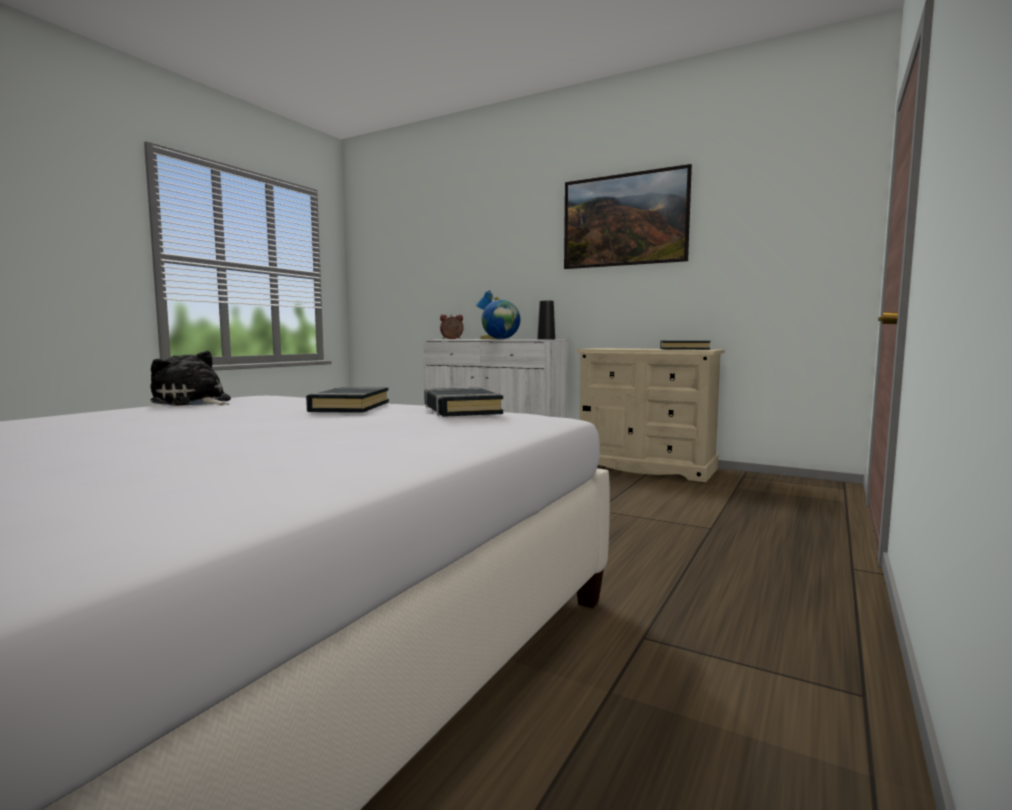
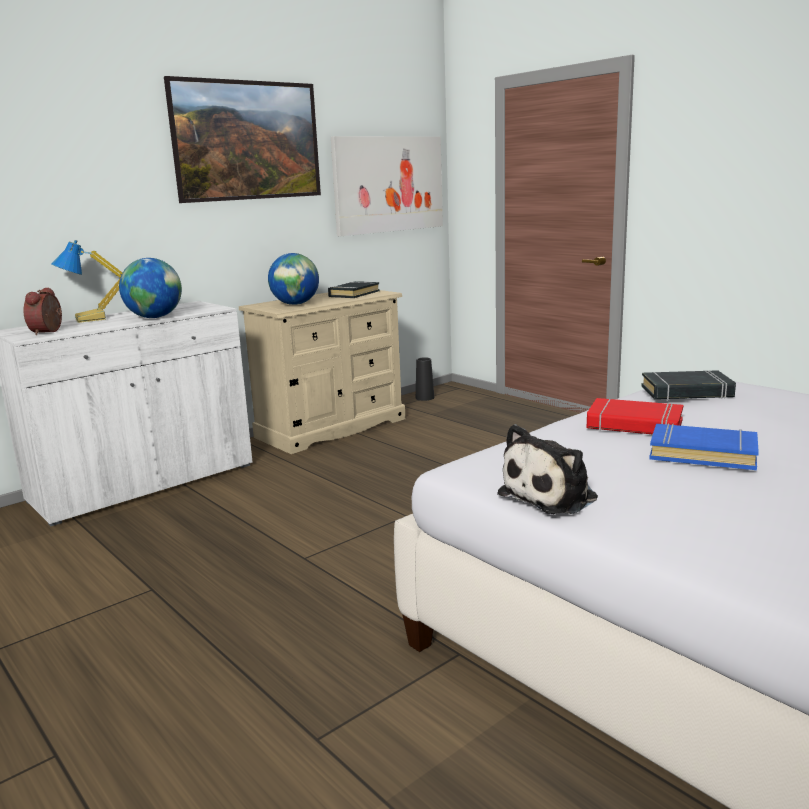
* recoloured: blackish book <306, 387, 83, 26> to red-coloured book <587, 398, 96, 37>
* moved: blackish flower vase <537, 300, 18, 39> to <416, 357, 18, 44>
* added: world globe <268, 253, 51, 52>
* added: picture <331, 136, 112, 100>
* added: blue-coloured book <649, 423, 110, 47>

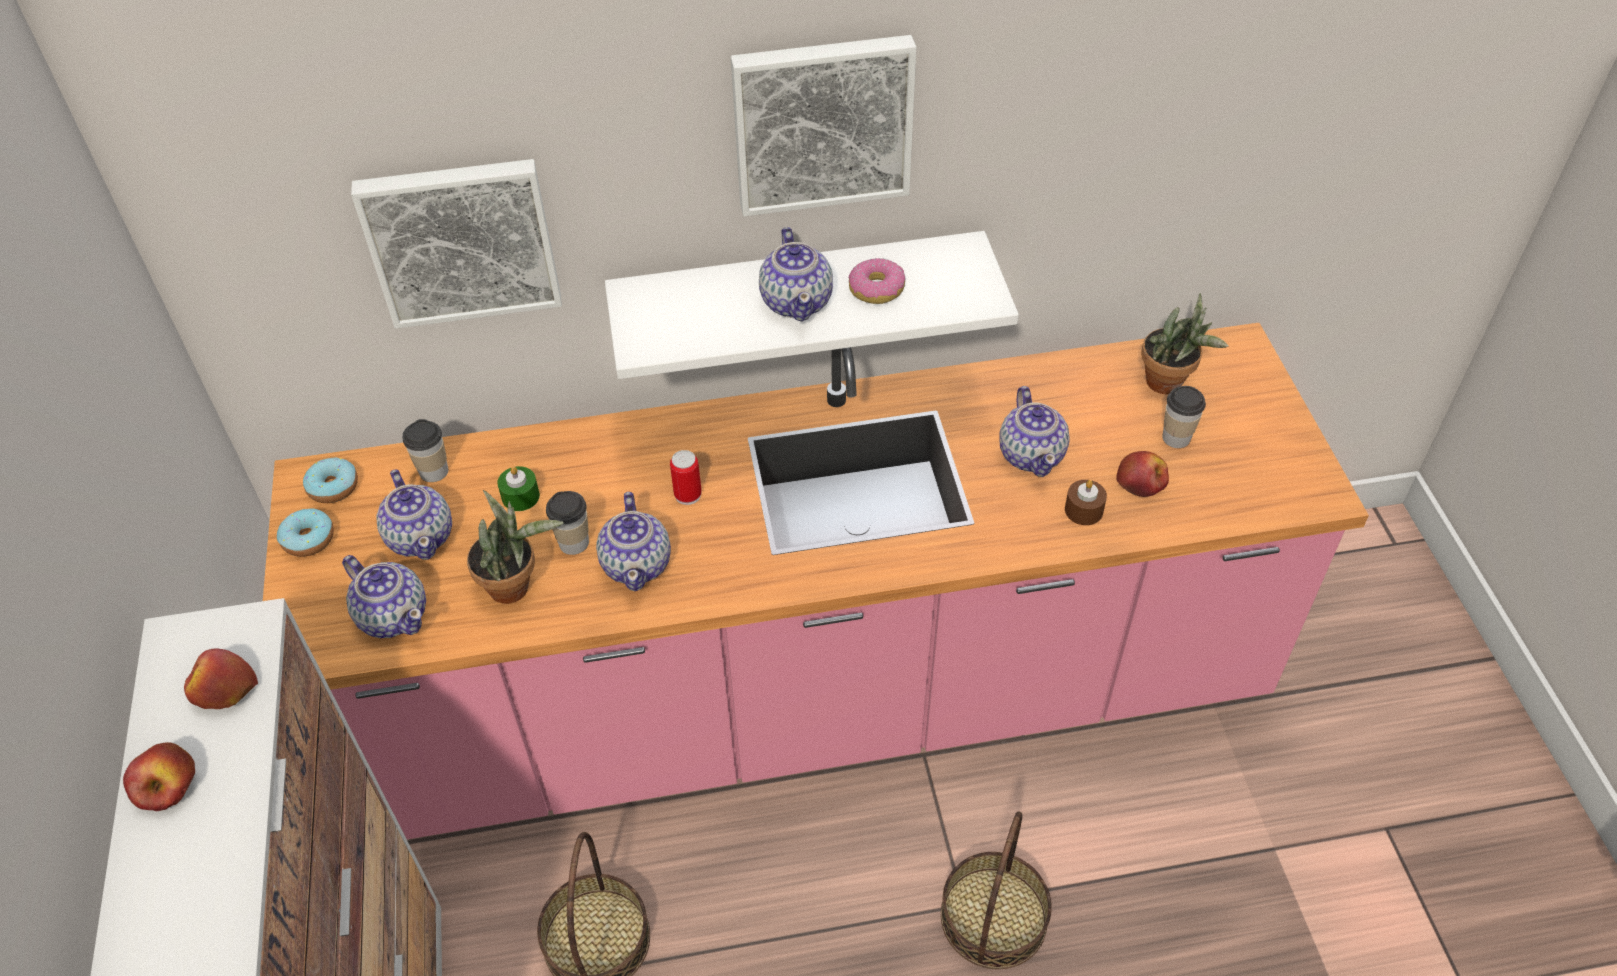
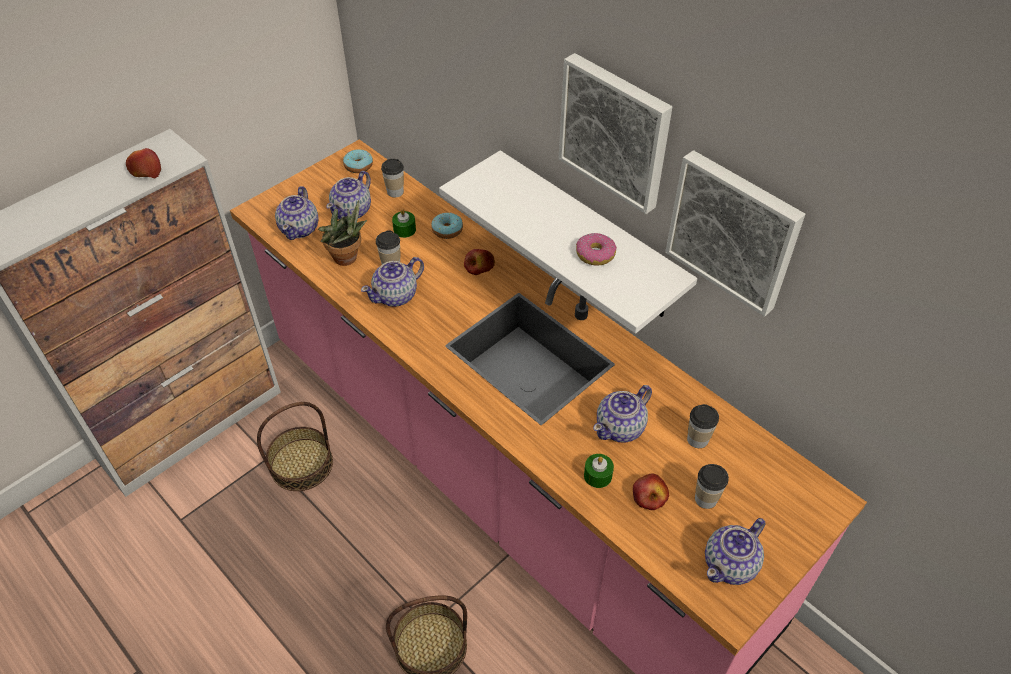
* moved: whole apple <123, 742, 72, 69> to <464, 249, 31, 26>
* moved: ring doughnut <277, 508, 57, 49> to <431, 212, 32, 27>
* moved: picture <351, 159, 211, 170> to <665, 150, 140, 167>
* removed: metal can <670, 450, 32, 55>
* moved: tea pot <759, 227, 74, 94> to <705, 518, 61, 67>
* recoloured: brownish wax candle <1065, 480, 42, 45> to greenish wax candle <584, 454, 30, 34>
* removed: plant in a pot <1141, 293, 88, 101>
* added: drinking cup <687, 404, 32, 44>

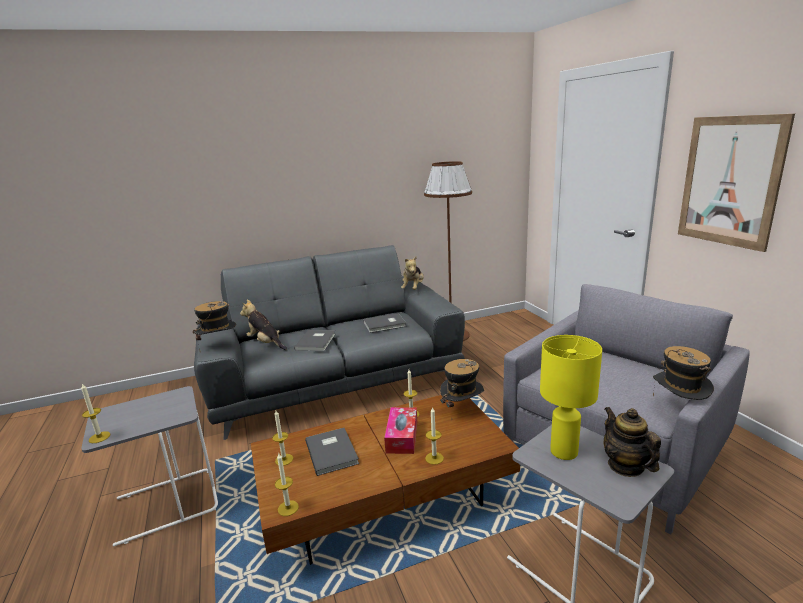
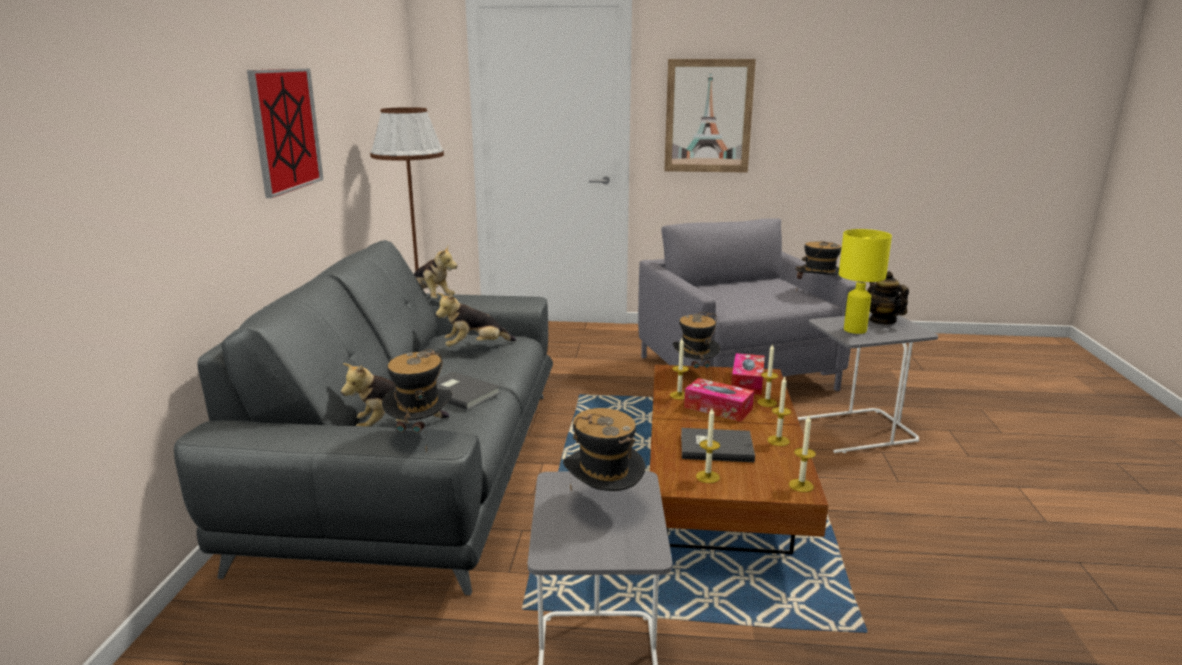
* moved: wax candle <81, 384, 29, 59> to <767, 376, 24, 70>
* replaced: grey book <363, 313, 43, 20> to plush toy <436, 293, 80, 54>
* turned: tea pot <604, 407, 57, 70> = <867, 271, 42, 54> 60 degrees clockwise
* added: picture <247, 68, 77, 130>
* added: clothing hat <563, 408, 82, 83>
* added: box of tissues <731, 353, 34, 42>

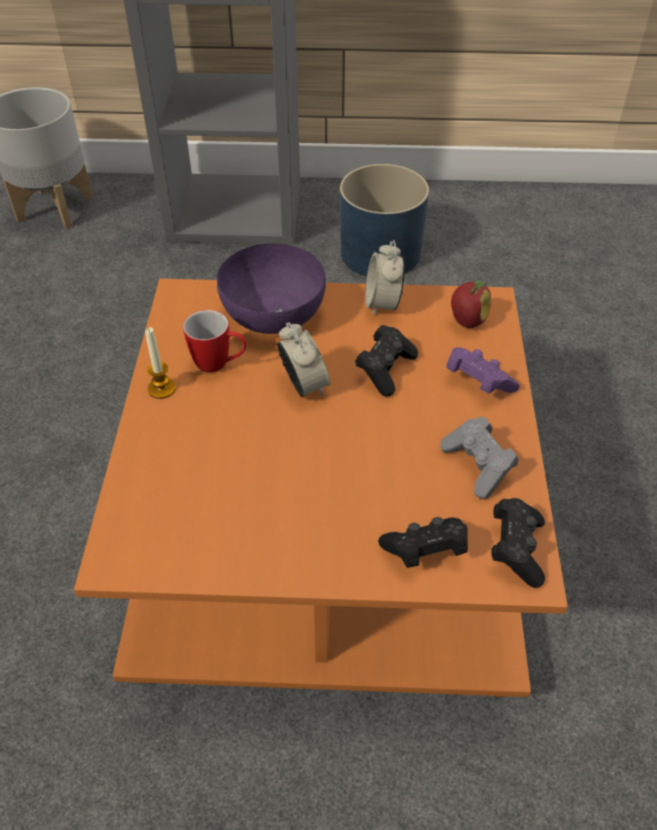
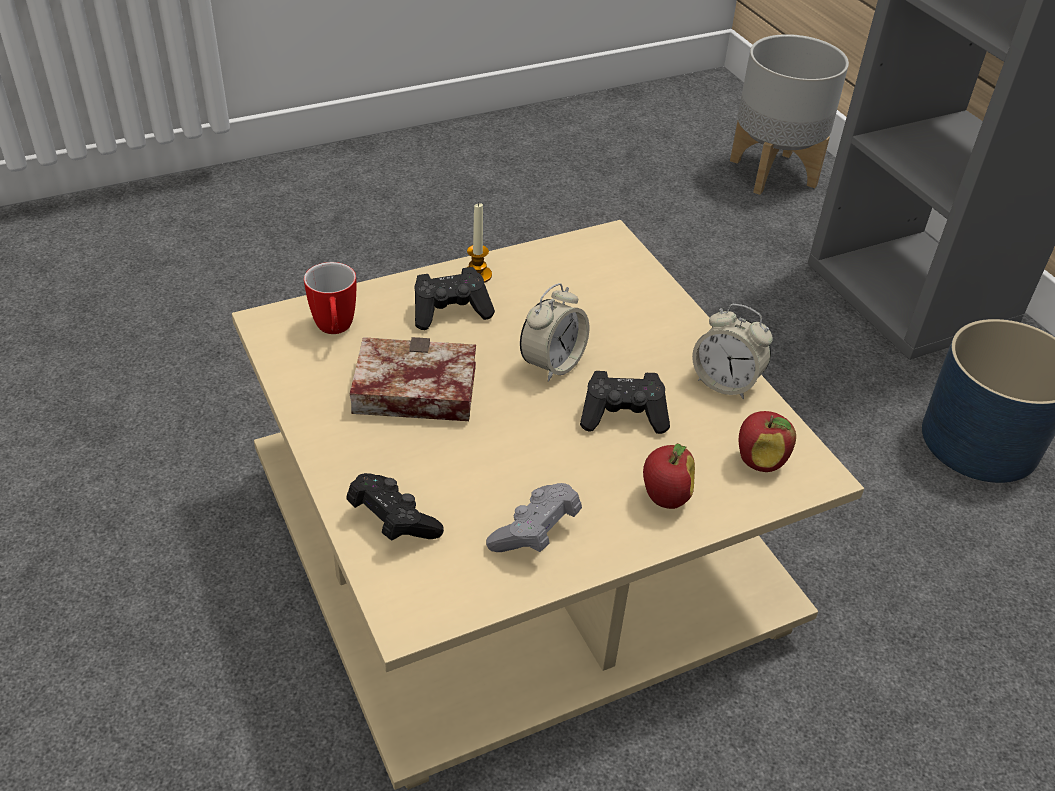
* recoloured: orangey coffee table <74, 279, 494, 418> to beige-coloured coffee table <232, 220, 632, 570>
* moved: tea mug <183, 310, 64, 63> to <304, 262, 52, 72>
* removed: purple-coloured deep dish <217, 244, 109, 90>
* turned: alarm clock <365, 240, 40, 76> = <692, 304, 81, 95> 120 degrees counterclockwise
* replaced: purple-coloured game controller <446, 347, 74, 47> to whole apple <643, 443, 52, 66>
* moved: blackish game controller <492, 498, 53, 90> to <414, 267, 81, 63>
* added: book <350, 337, 126, 84>

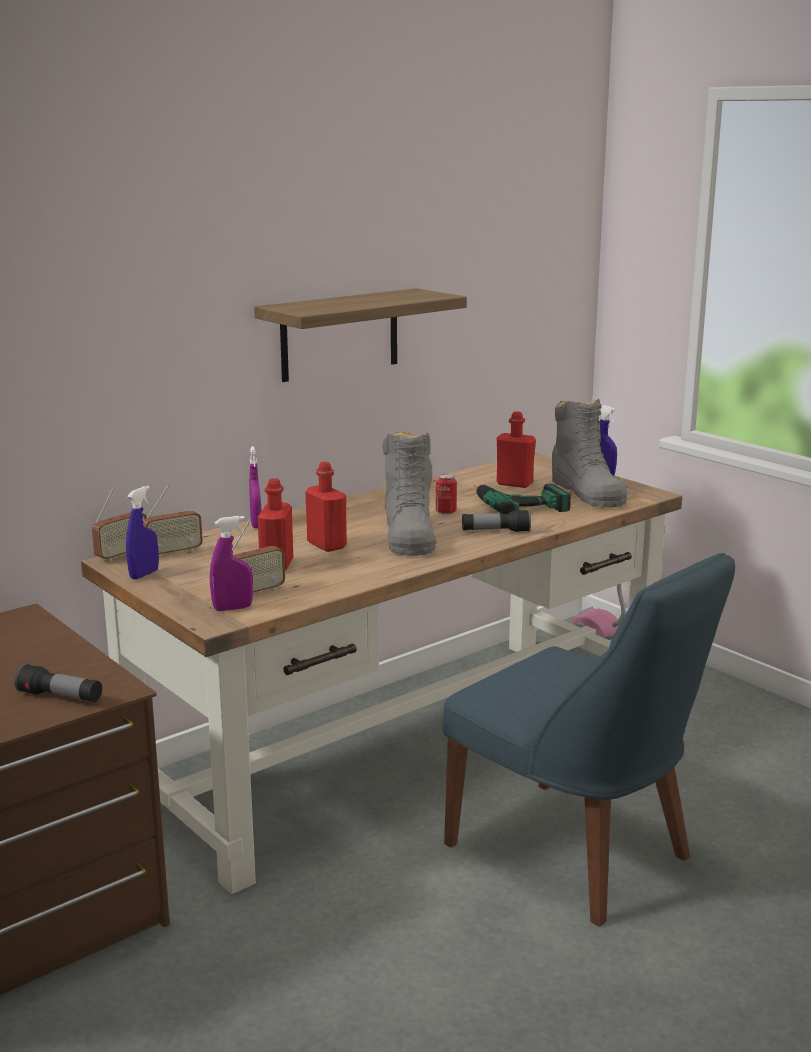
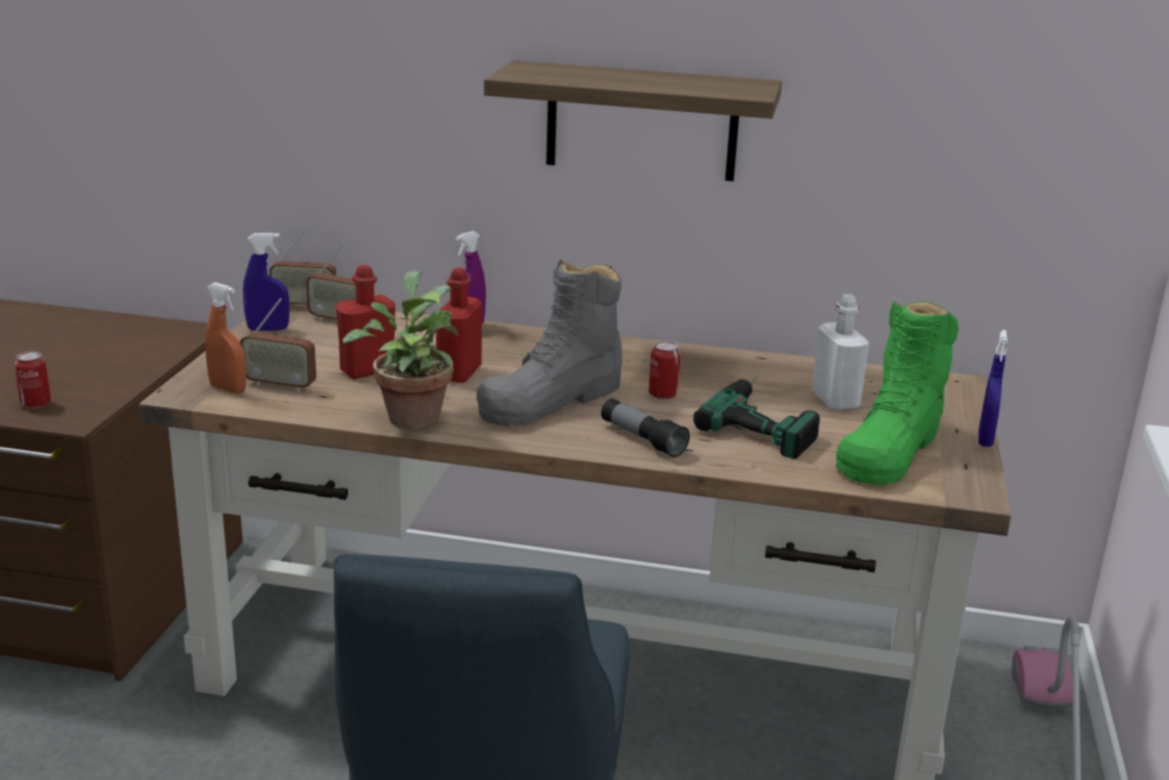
* replaced: hand torch <14, 664, 88, 38> to metal can <14, 351, 37, 58>
* recoloured: purple-coloured sprayer <210, 516, 43, 95> to orangey sprayer <205, 282, 41, 112>
* recoloured: red-coloured beverage bottle <497, 411, 39, 77> to white-coloured beverage bottle <811, 294, 58, 117>
* recoloured: grey high-top boot <552, 399, 76, 109> to greenish high-top boot <836, 301, 123, 184>
* added: plant in a pot <343, 271, 116, 158>

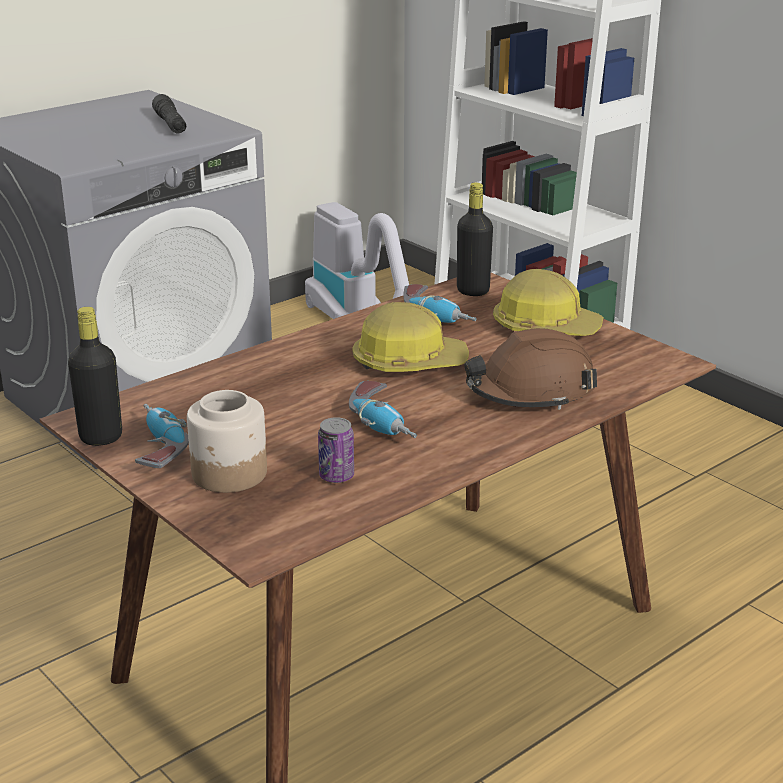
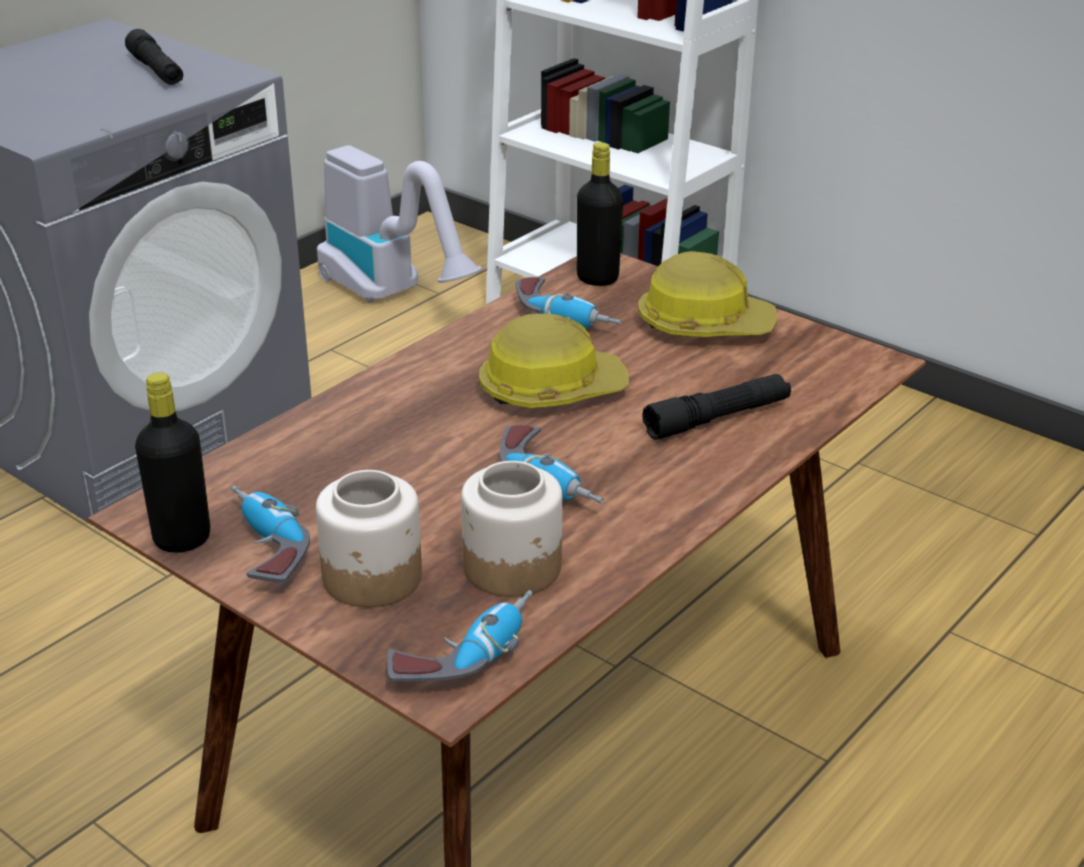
* replaced: metal can <318, 417, 36, 66> to preserve jar <461, 461, 102, 136>
* replaced: brownish work helmet <464, 328, 133, 82> to blackish hand torch <642, 374, 149, 66>
* added: electric drill <387, 590, 146, 92>

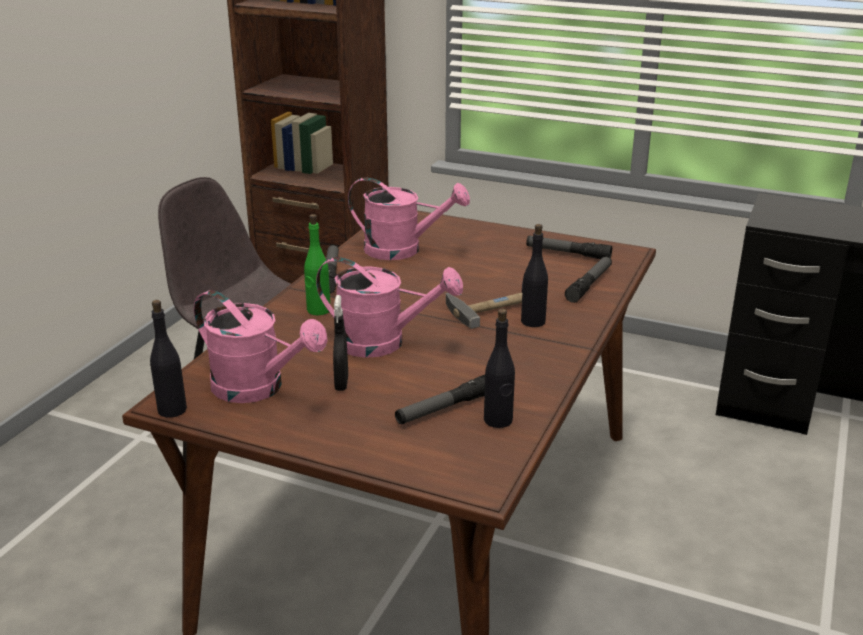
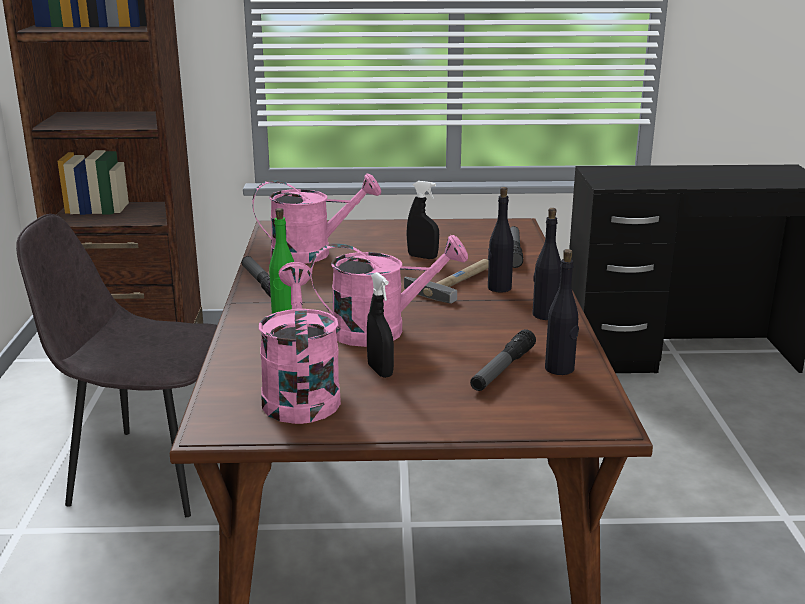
* moved: blackish beverage bottle <150, 300, 37, 118> to <532, 208, 29, 112>
* turned: pink sprinkling can <194, 290, 134, 113> = <259, 262, 82, 162> 105 degrees counterclockwise
* removed: hand torch <526, 235, 86, 24>
* added: blackish sprayer <407, 181, 32, 78>

